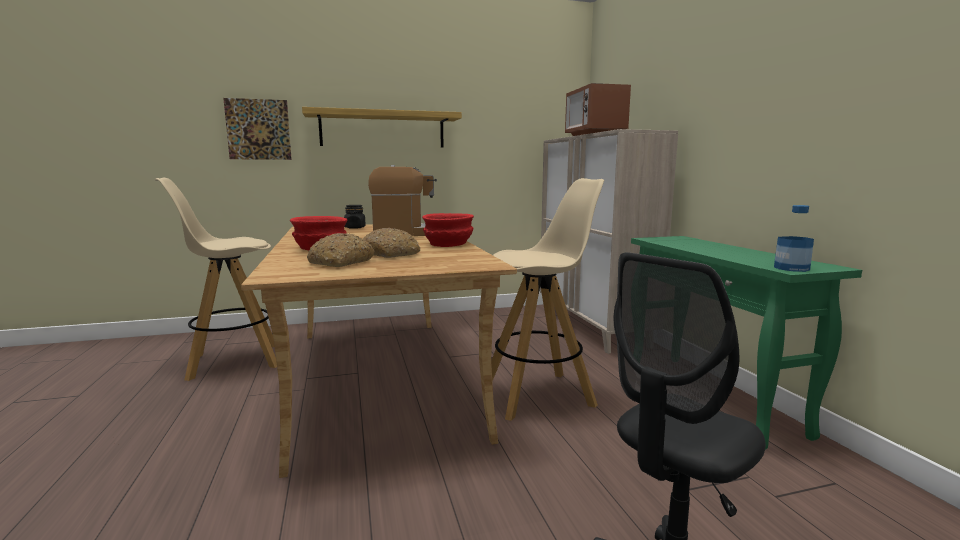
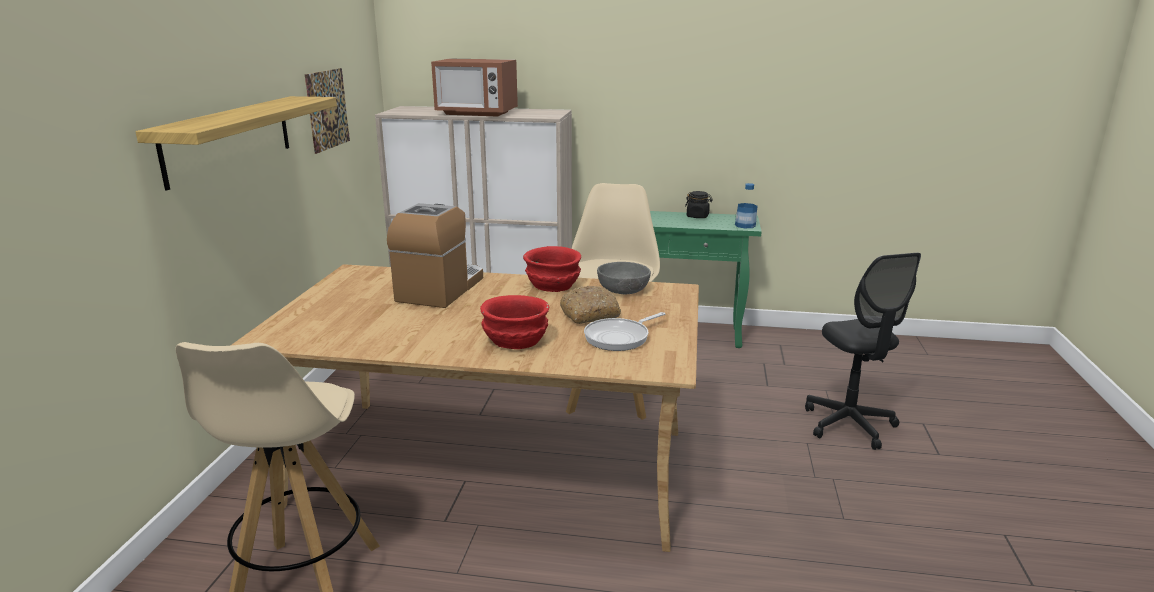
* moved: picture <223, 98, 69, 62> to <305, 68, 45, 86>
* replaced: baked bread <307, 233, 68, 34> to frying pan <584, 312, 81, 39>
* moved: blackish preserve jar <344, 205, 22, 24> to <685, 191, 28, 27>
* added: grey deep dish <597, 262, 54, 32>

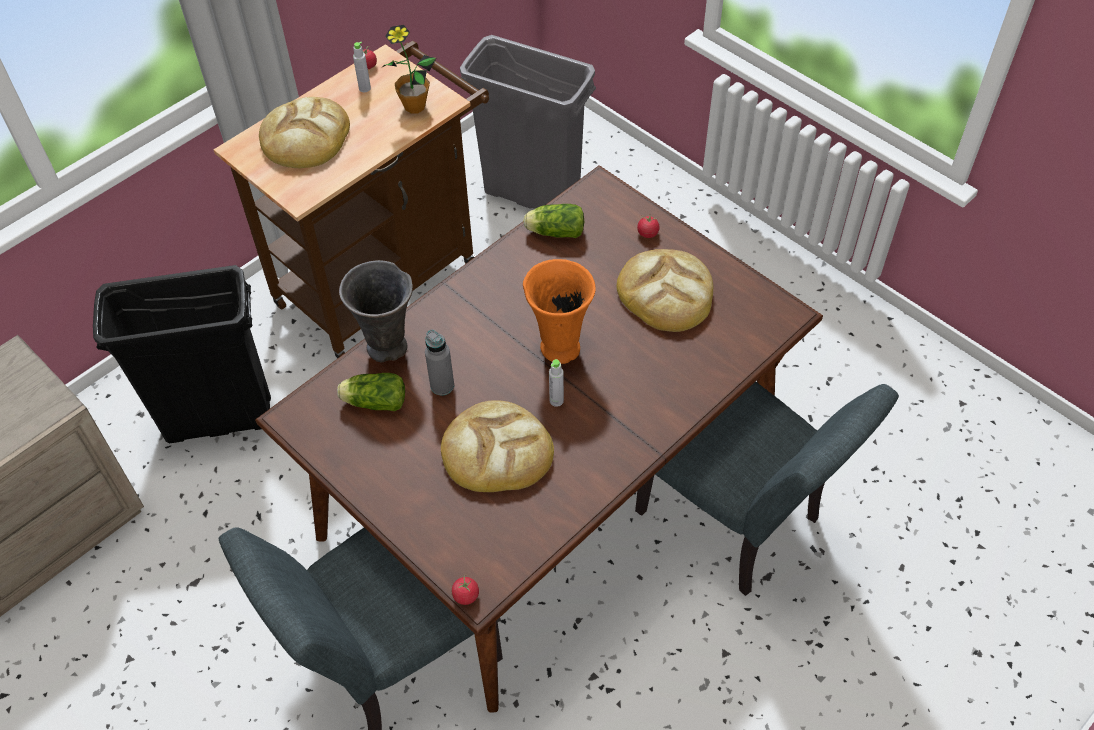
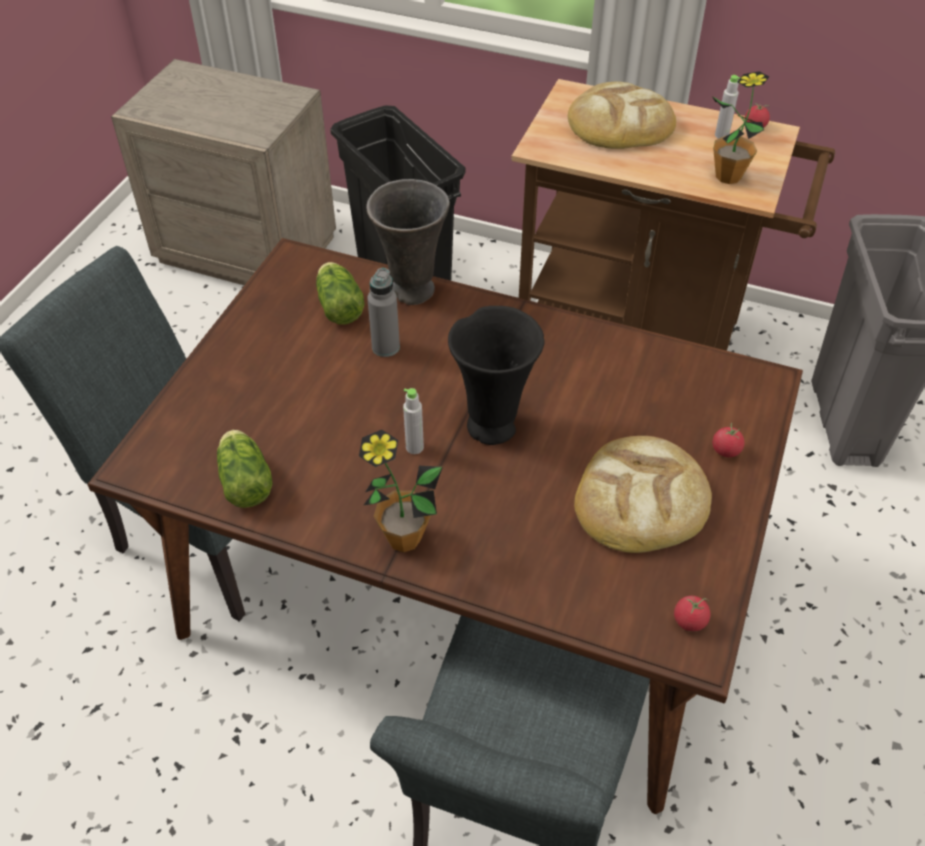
* removed: baked bread <441, 400, 113, 92>
* moved: fresh tomato <452, 574, 27, 31> to <674, 596, 36, 36>
* moved: head of lettuce <523, 204, 62, 34> to <217, 430, 56, 78>
* recoloured: orangey flower vase <523, 259, 73, 105> to blackish flower vase <448, 306, 96, 139>
* added: plant in a pot <359, 430, 84, 122>

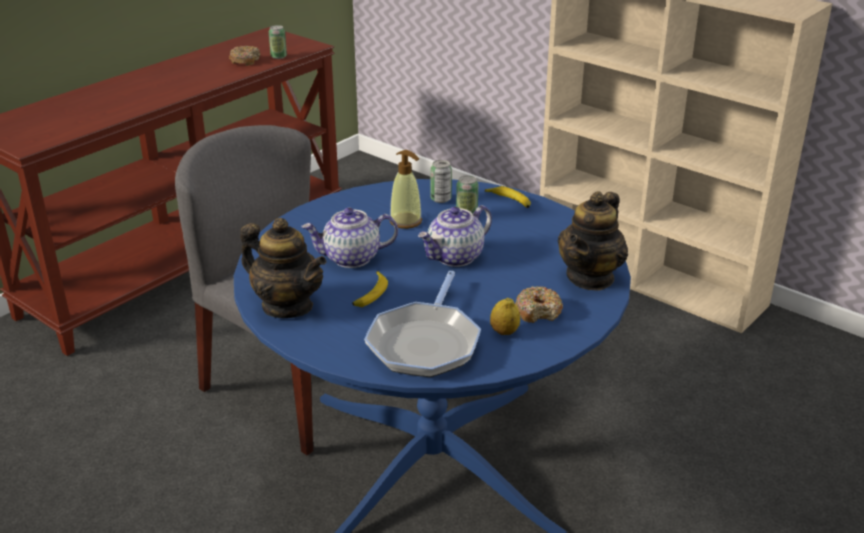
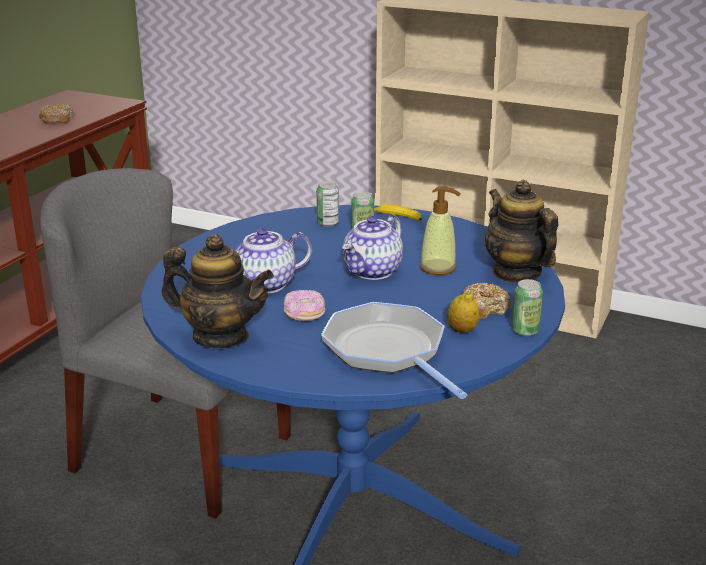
* moved: metal can <269, 25, 18, 34> to <512, 279, 31, 57>
* replaced: banana <352, 271, 36, 36> to ring doughnut <284, 290, 41, 31>
* turned: frying pan <364, 271, 117, 106> = <321, 302, 146, 97> 150 degrees clockwise
* moved: soap bottle <389, 150, 33, 79> to <420, 186, 41, 89>
* turned: tea pot <558, 191, 70, 100> = <485, 180, 73, 103> 135 degrees clockwise

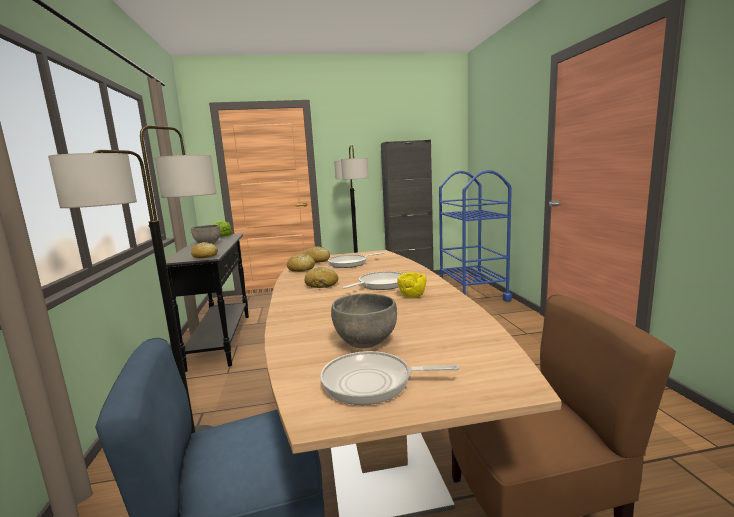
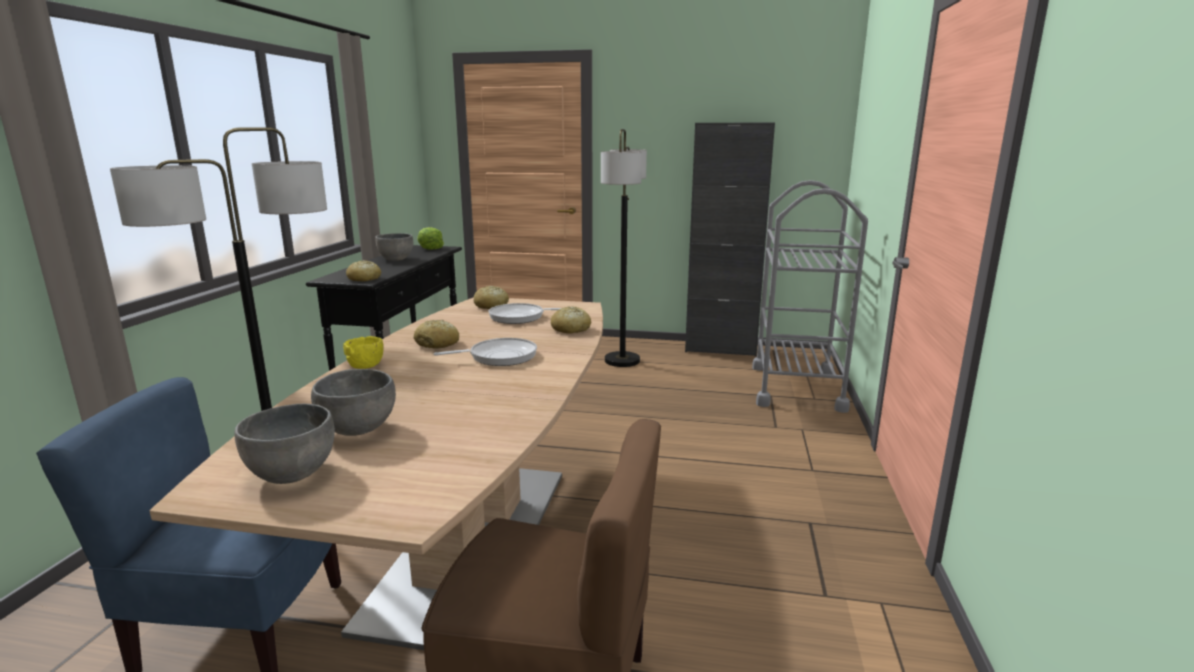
* moved: baked bread <287, 254, 28, 18> to <551, 306, 40, 28>
* replaced: frying pan <320, 351, 140, 54> to grey deep dish <234, 404, 101, 80>
* moved: yellowish deep dish <397, 273, 29, 24> to <343, 336, 41, 33>
* recoloured: blue-coloured cart <439, 170, 73, 131> to grey cart <752, 180, 116, 233>

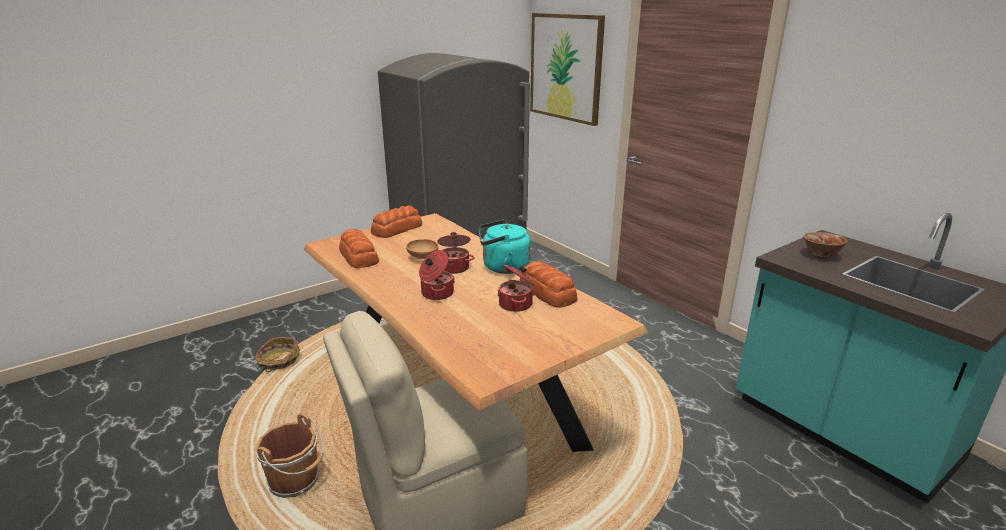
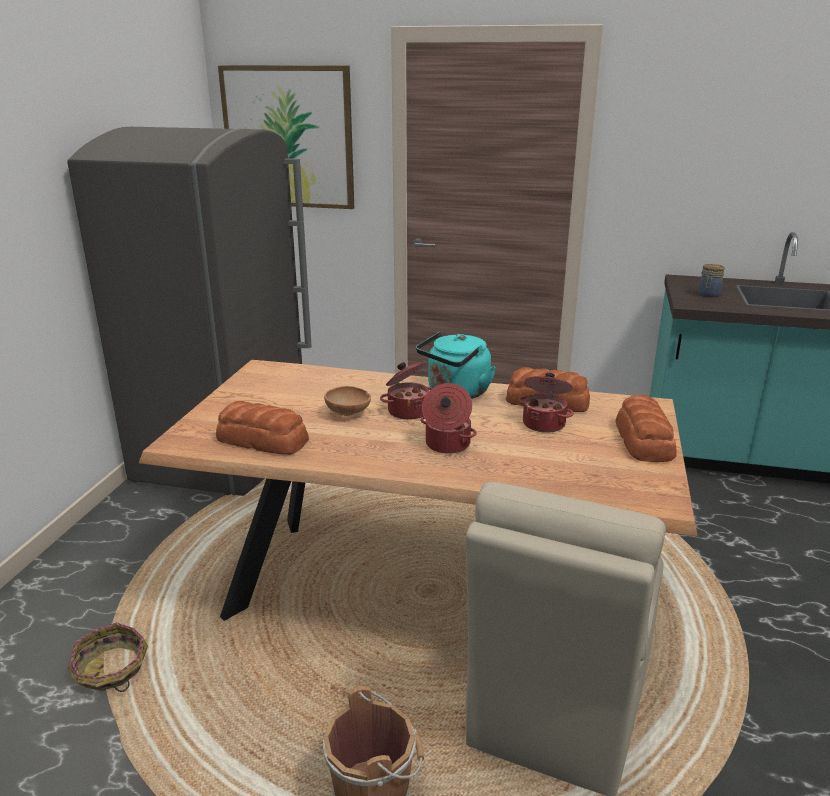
* moved: baked bread <371, 205, 51, 33> to <615, 395, 62, 67>
* replaced: deep dish <804, 232, 43, 27> to preserve jar <698, 264, 27, 34>

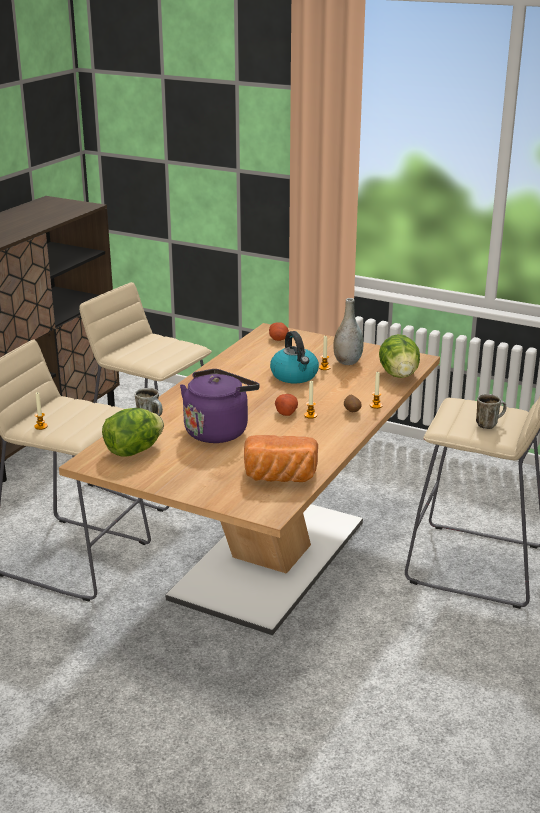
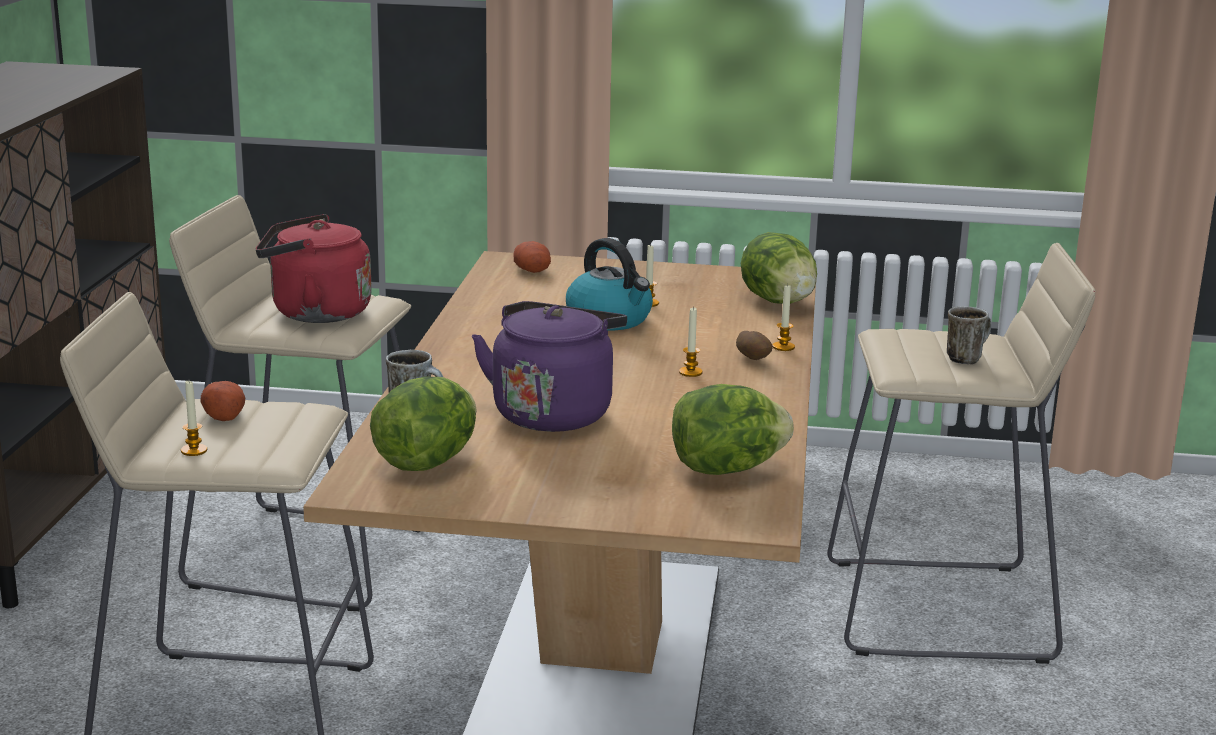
* replaced: baked bread <244, 435, 74, 47> to head of lettuce <672, 384, 122, 91>
* moved: whole potato <275, 394, 23, 22> to <200, 381, 45, 40>
* removed: grey flower vase <333, 298, 31, 67>
* added: red-coloured kettle <256, 214, 116, 109>

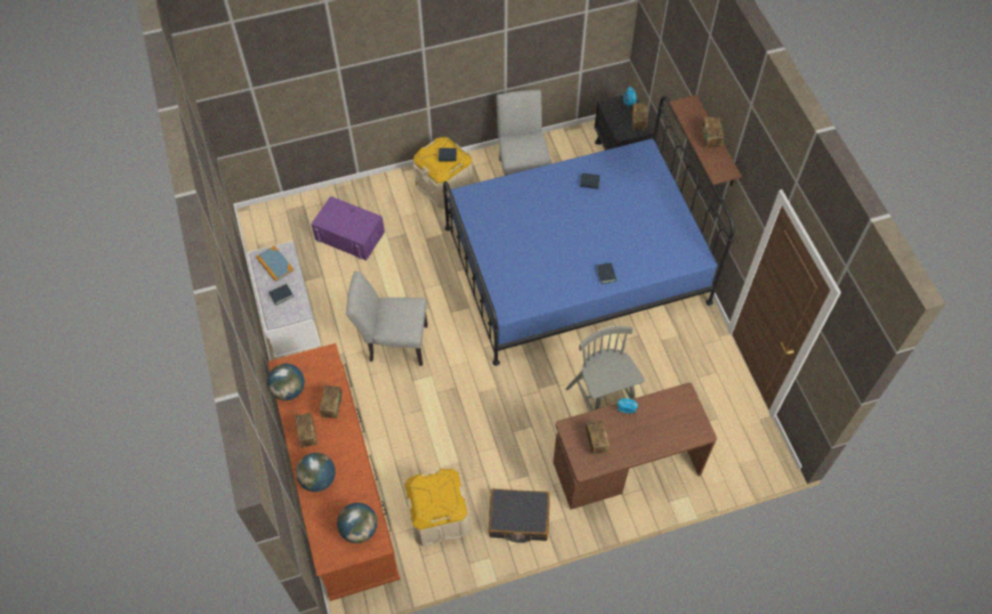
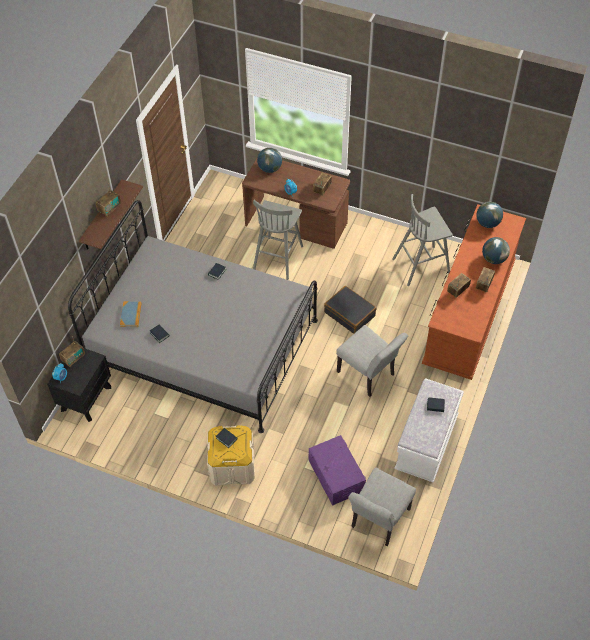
* moved: book <256, 246, 38, 36> to <120, 301, 22, 26>
* moved: world globe <267, 363, 38, 38> to <257, 148, 25, 25>
* replaced: beige-coloured storage container <404, 469, 66, 77> to grey stool <392, 194, 61, 92>
* recoloured: blue-coloured bed <443, 96, 292, 270> to grey bed <68, 200, 250, 233>
* moved: blackish suitcase <489, 489, 60, 54> to <324, 286, 53, 48>
* moved: grey upright chair <496, 90, 55, 85> to <348, 467, 68, 79>

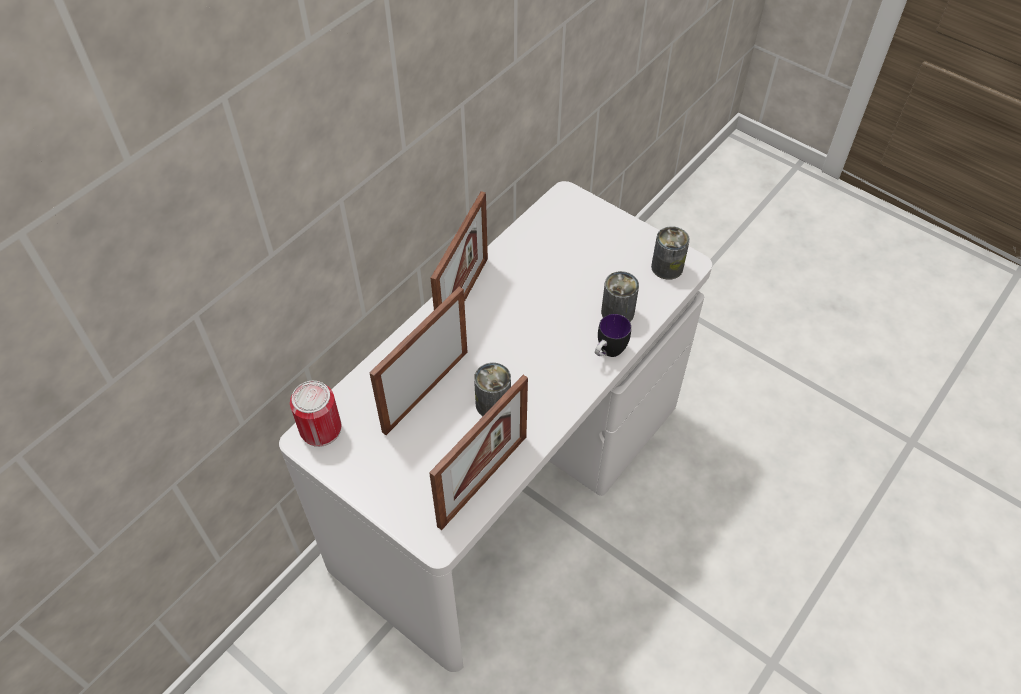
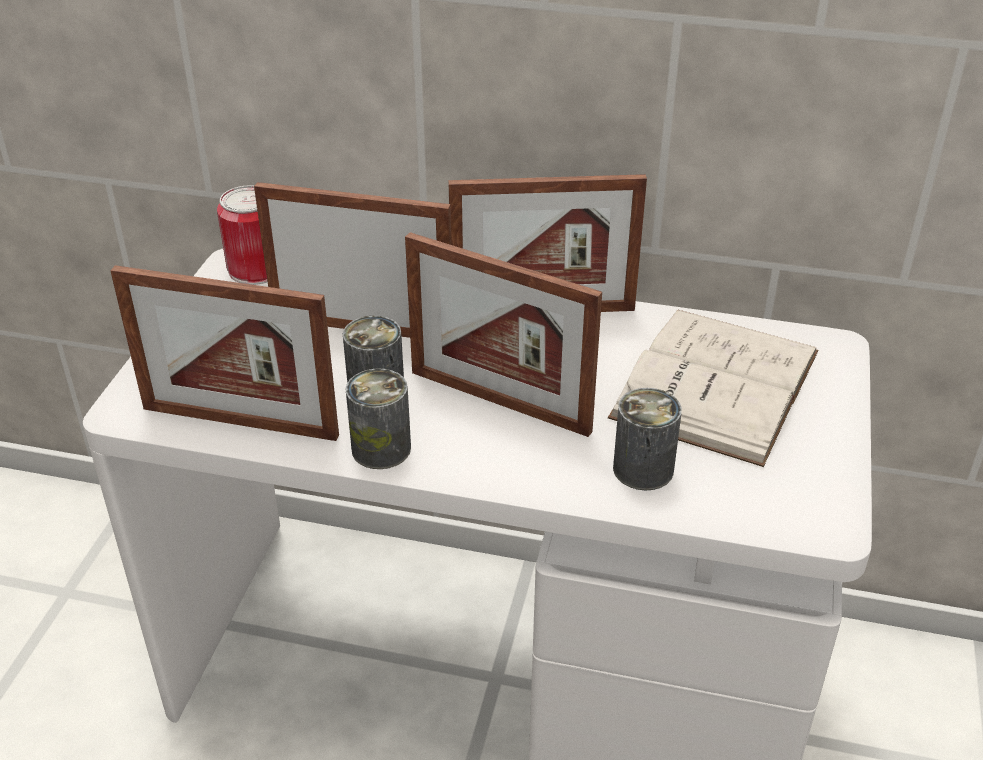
* removed: tea mug <595, 314, 36, 43>
* moved: metal can <651, 226, 39, 54> to <346, 368, 65, 101>
* added: standing frame <405, 232, 197, 205>
* added: white-coloured book <608, 310, 210, 157>

